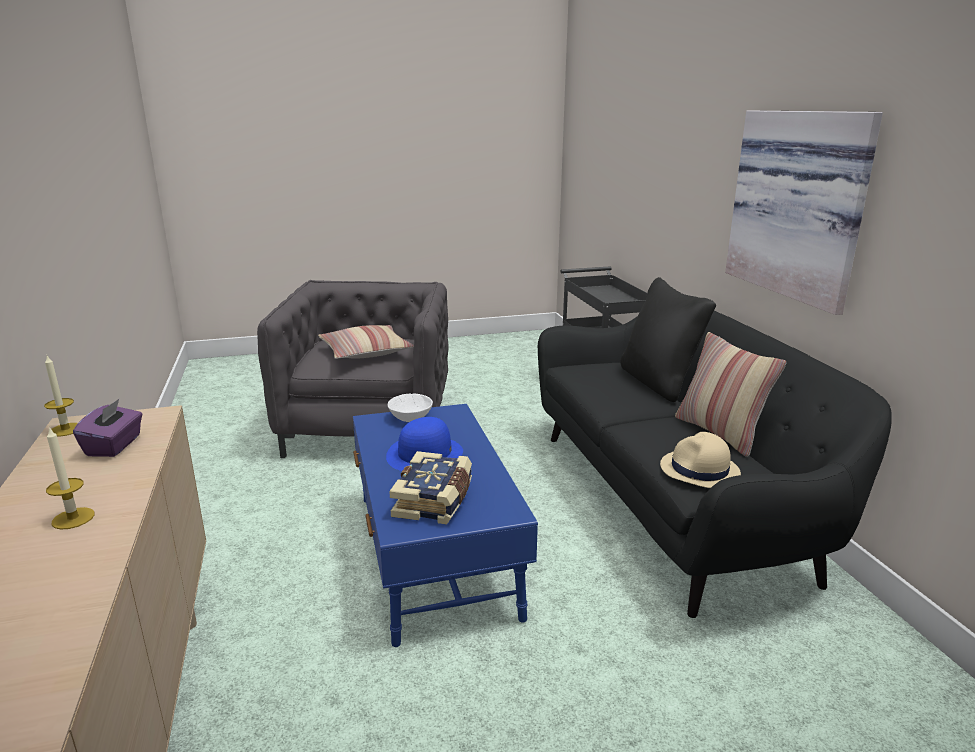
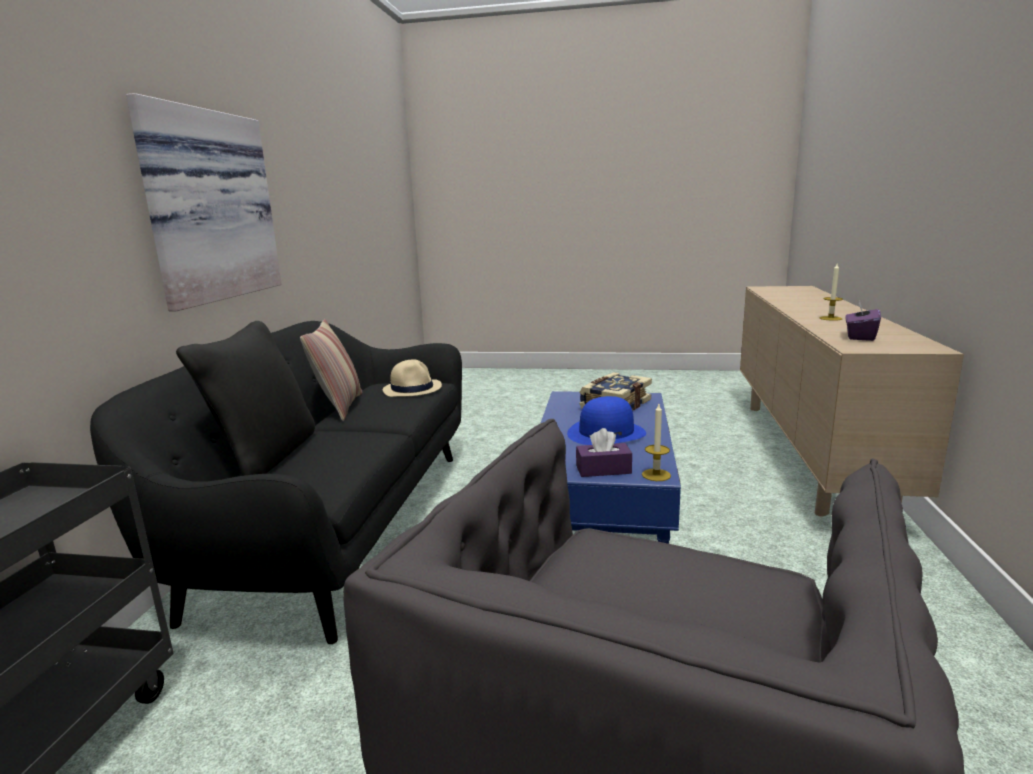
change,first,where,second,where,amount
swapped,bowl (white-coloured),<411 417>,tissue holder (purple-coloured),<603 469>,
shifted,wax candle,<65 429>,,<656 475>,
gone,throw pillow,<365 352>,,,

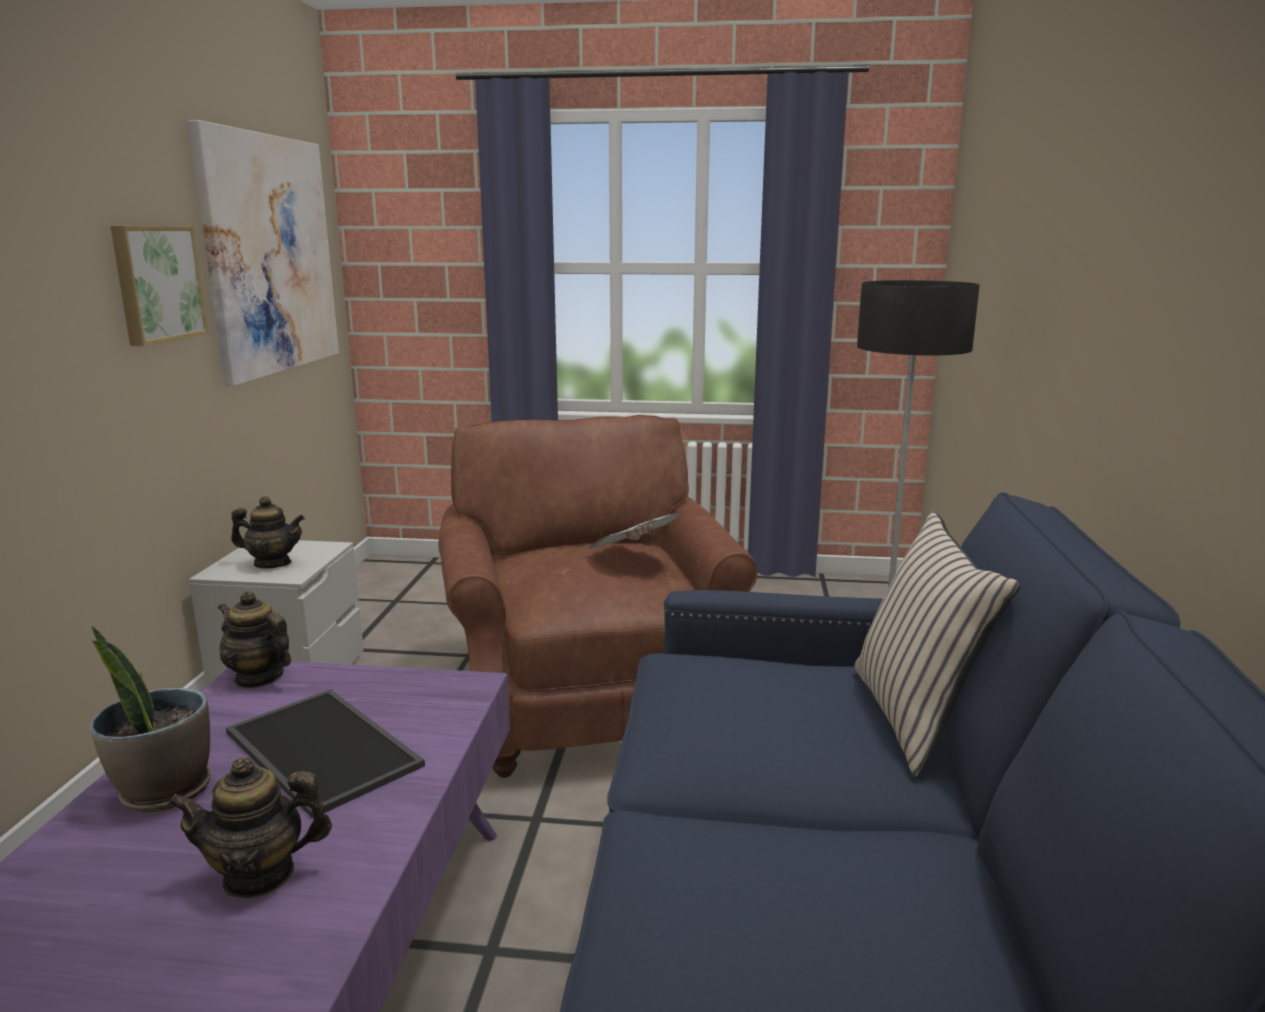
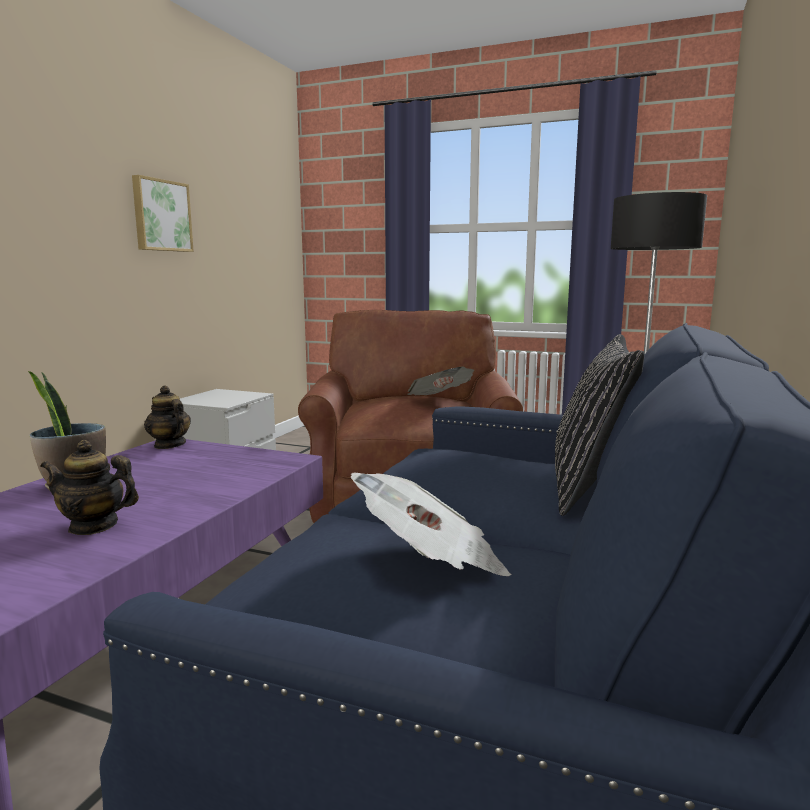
change,first,where,second,where,amount
new,,,daily paper,<432 561>,
repainted,throw pillow (sand-coloured),<916 716>,throw pillow (black),<589 487>,
gone,wall picture,<270 255>,,,
gone,serving tray,<318 749>,,,
gone,tea pot,<272 564>,,,

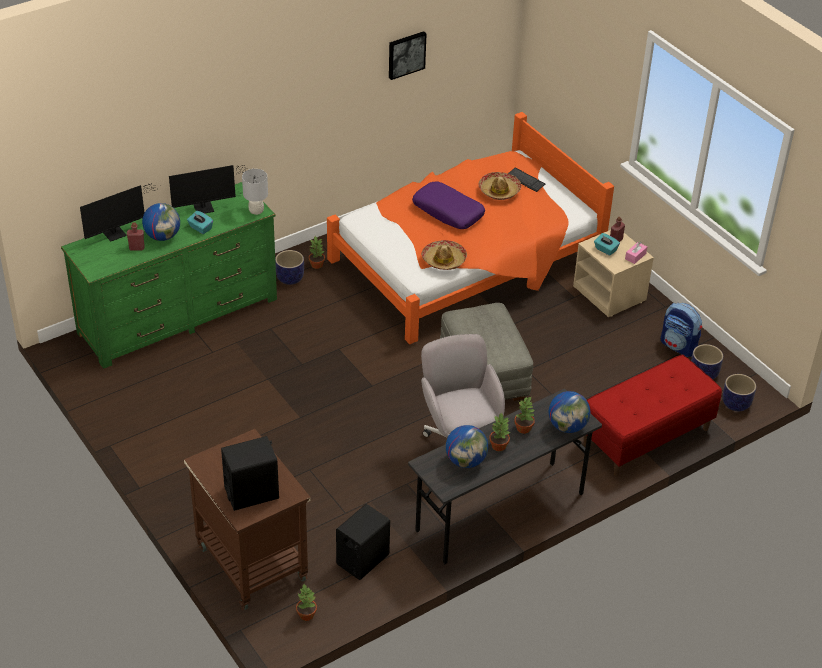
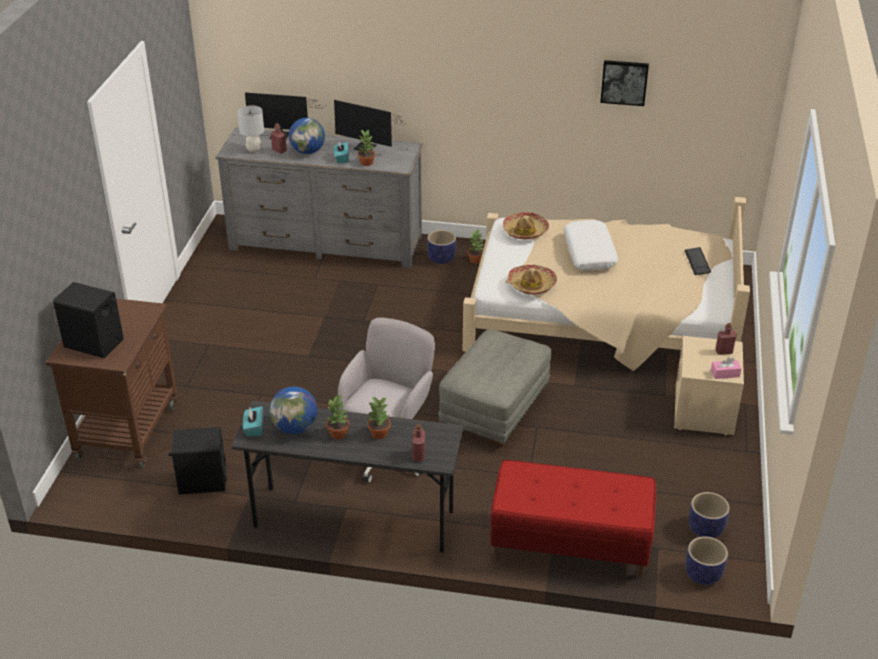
change,first,where,second,where,amount
repainted,drawer chest (green),<178 316>,drawer chest (greyish),<326 243>,
shifted,table lamp (greyish),<257 212>,,<254 150>,
shifted,tissue holder (blue-green),<605 250>,,<254 428>,
shifted,potted plant,<306 614>,,<366 162>,
swapped,desk globe,<567 426>,beverage bottle (reddish),<418 455>,
repainted,sleeping bed (orange-coloured),<464 262>,sleeping bed (sand-coloured),<600 318>,
shifted,hat,<499 190>,,<525 231>,
repainted,throw pillow (purple-coloured),<448 212>,throw pillow (white-coloured),<590 252>,
gone,rucksack,<679 346>,,,

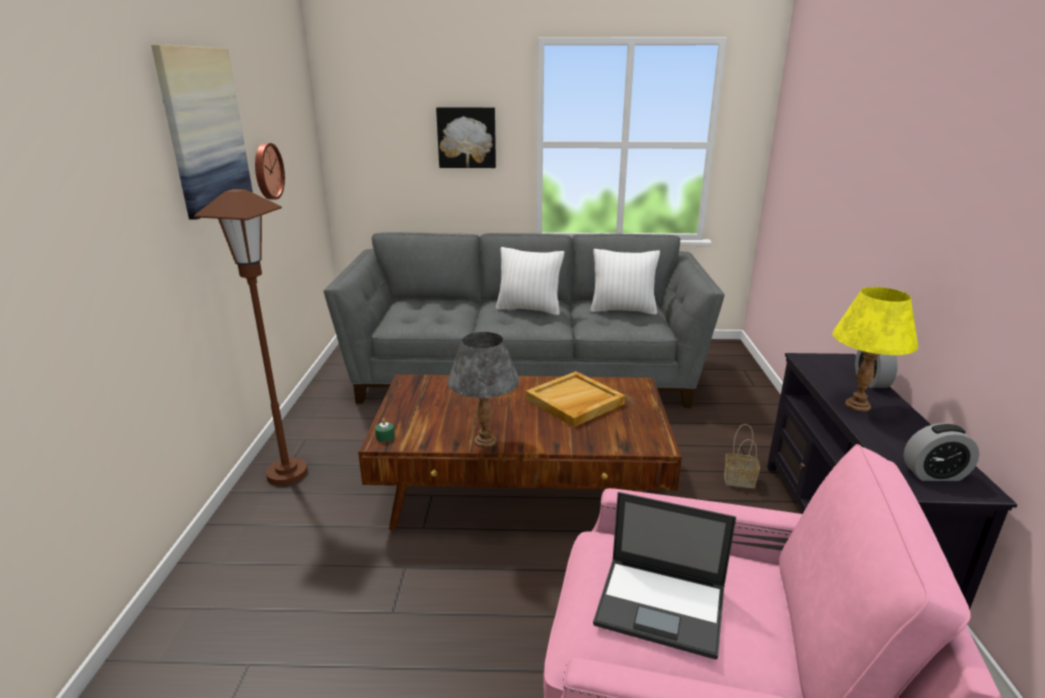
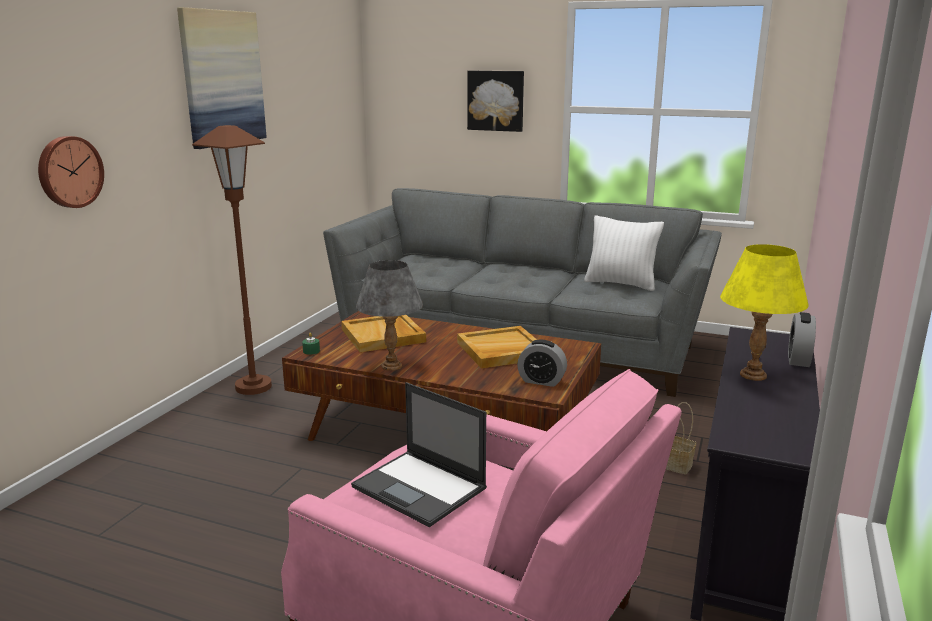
change,first,where,second,where,amount
shifted,clock on the wall,<267 171>,,<69 172>,
new,,,serving tray (sand-coloured),<384 335>,
shifted,alarm clock,<934 474>,,<541 381>,
gone,throw pillow (white-coloured),<529 309>,,,

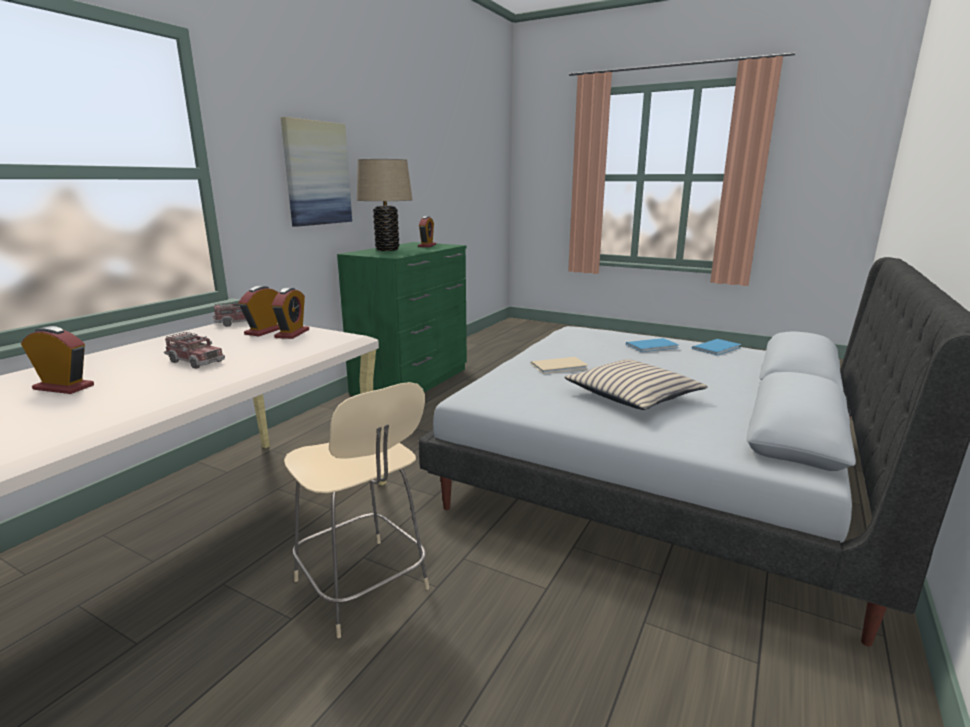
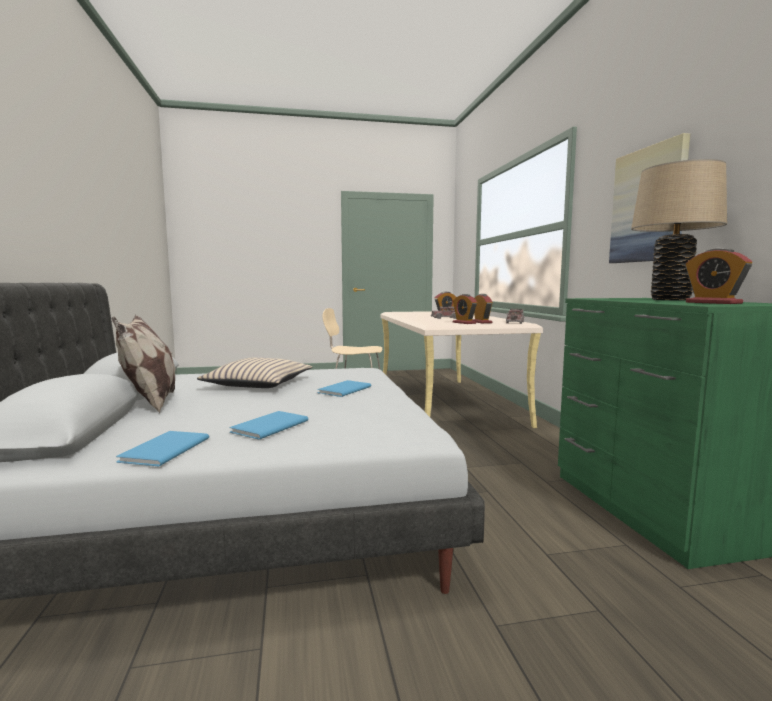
change,first,where,second,where,amount
new,,,throw pillow,<150 403>,
repainted,bound book (sand-coloured),<561 366>,bound book (blue),<342 390>,

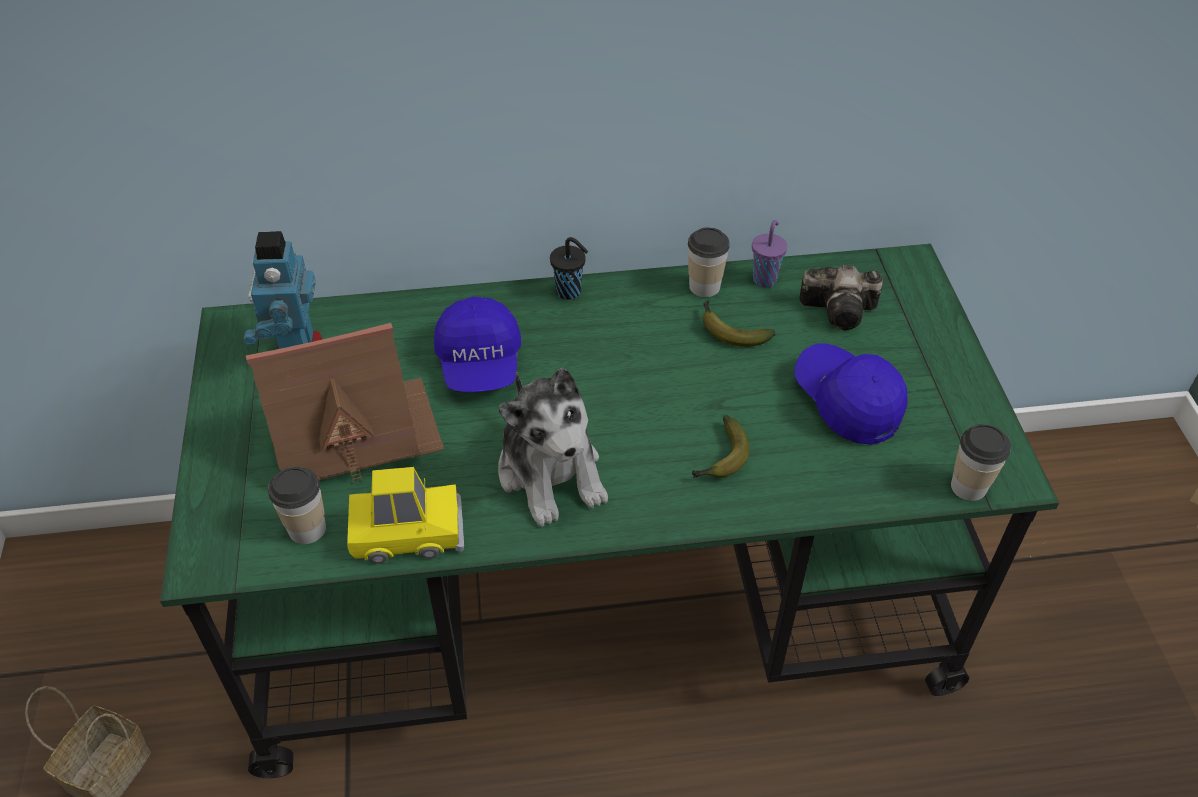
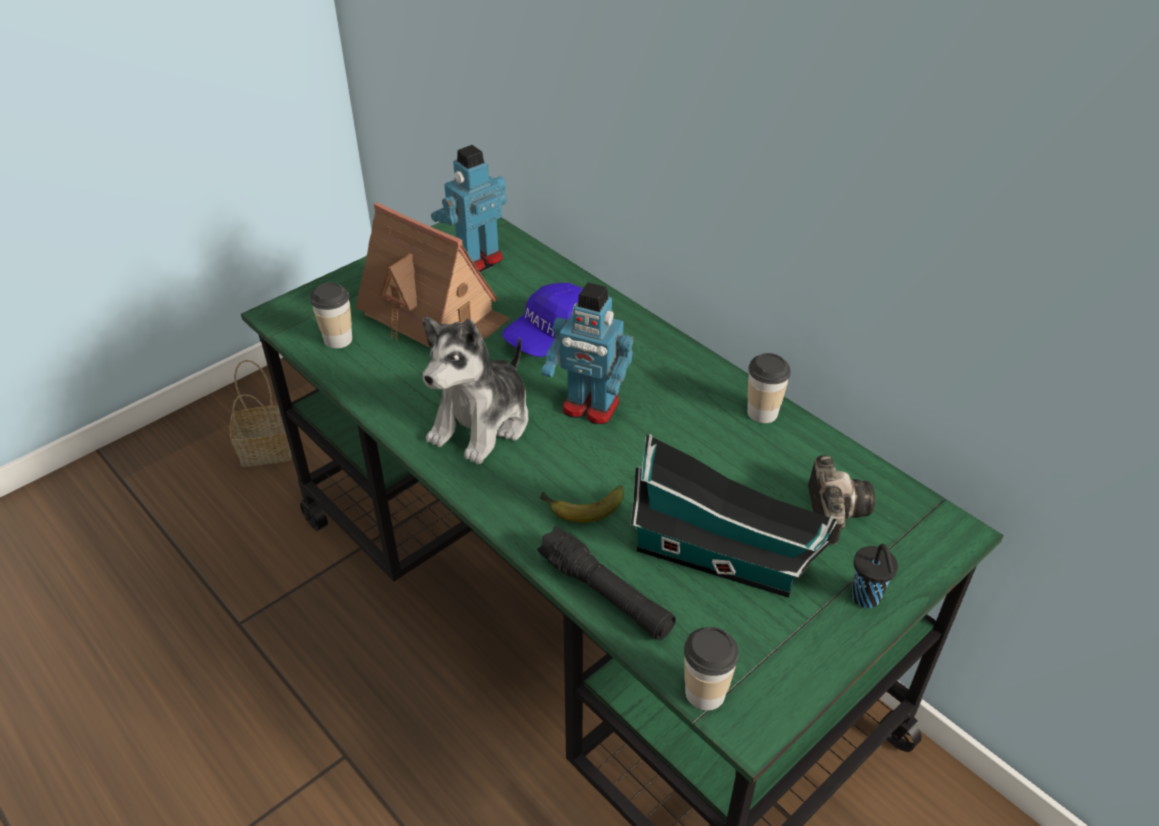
change,first,where,second,where,amount
new,,,torch (black),<606 594>,
new,,,toy robot,<590 407>,
swapped,baseball cap (blue),<846 402>,toy house,<723 560>,
rotated,photo camera,<842 311>,,<833 510>,150 degrees counterclockwise
shifted,cup (black),<570 292>,,<866 598>,
gone,toy car (yellow),<408 532>,,,
gone,banana,<730 331>,,,
gone,cup (purple-coloured),<765 278>,,,

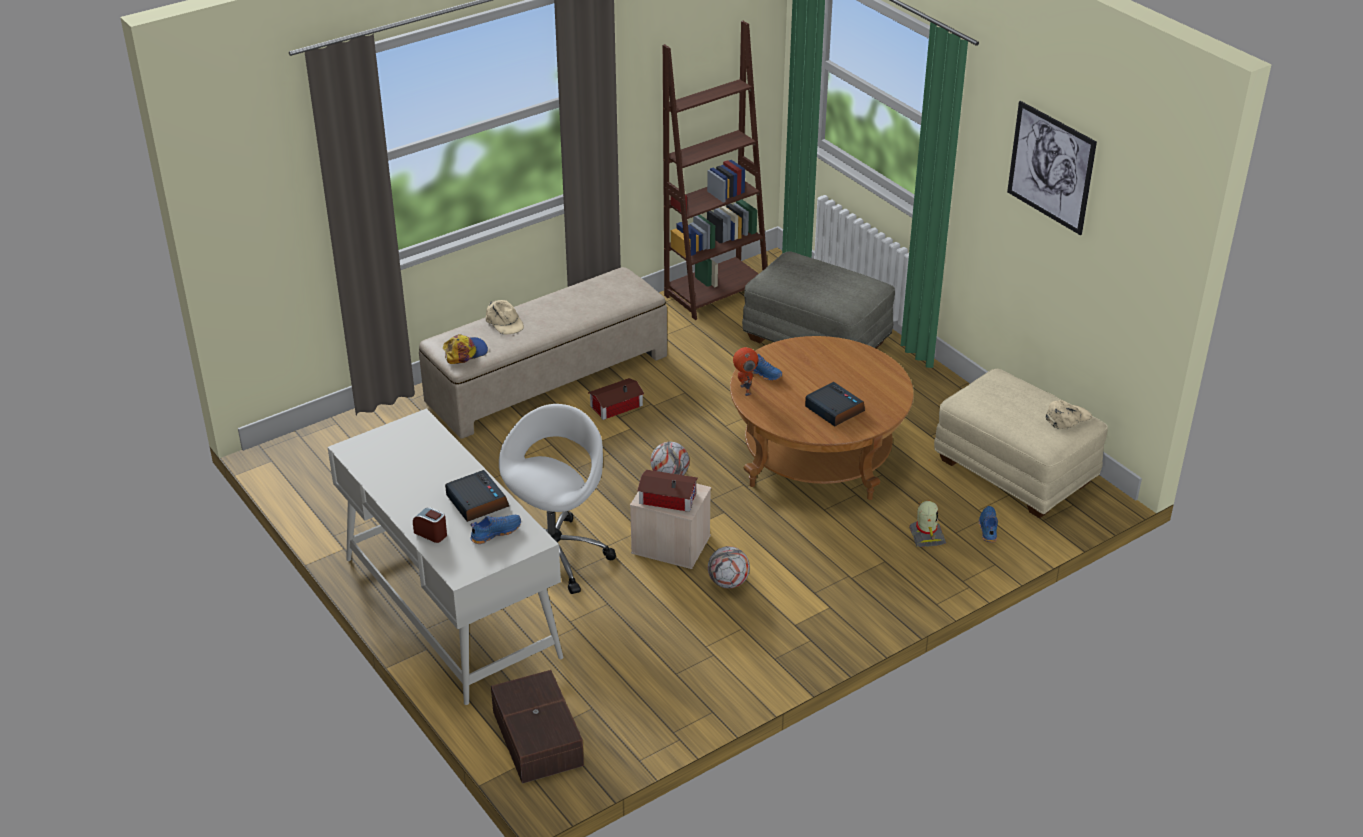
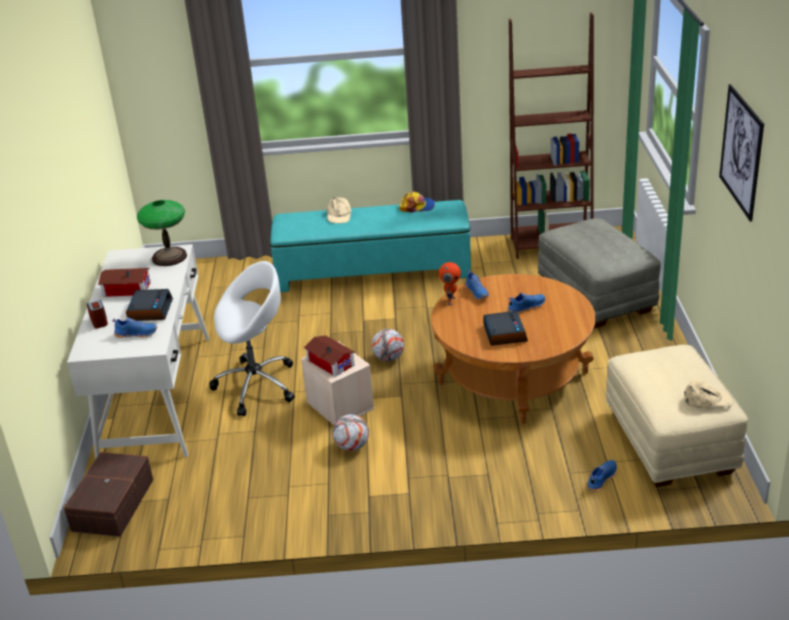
change,first,where,second,where,amount
shifted,toy house,<614 405>,,<126 288>,
new,,,table lamp,<169 257>,
repainted,bench (sand-coloured),<548 377>,bench (blue-green),<374 269>,
shifted,baseball cap,<465 352>,,<417 206>,
new,,,item of footwear (blue),<526 307>,
gone,toy robot,<926 536>,,,

